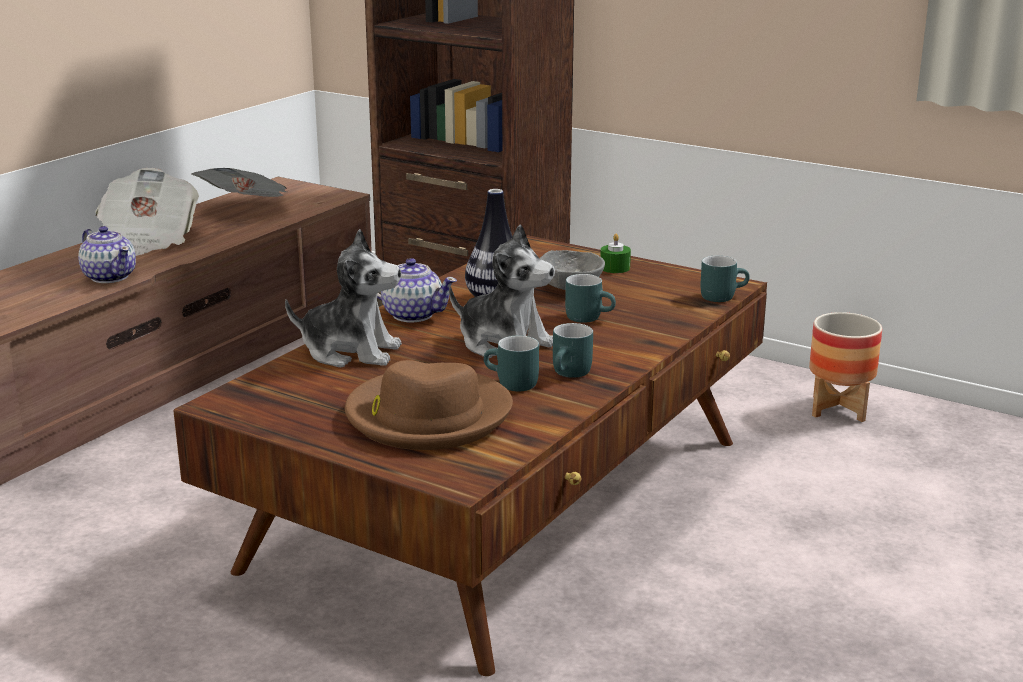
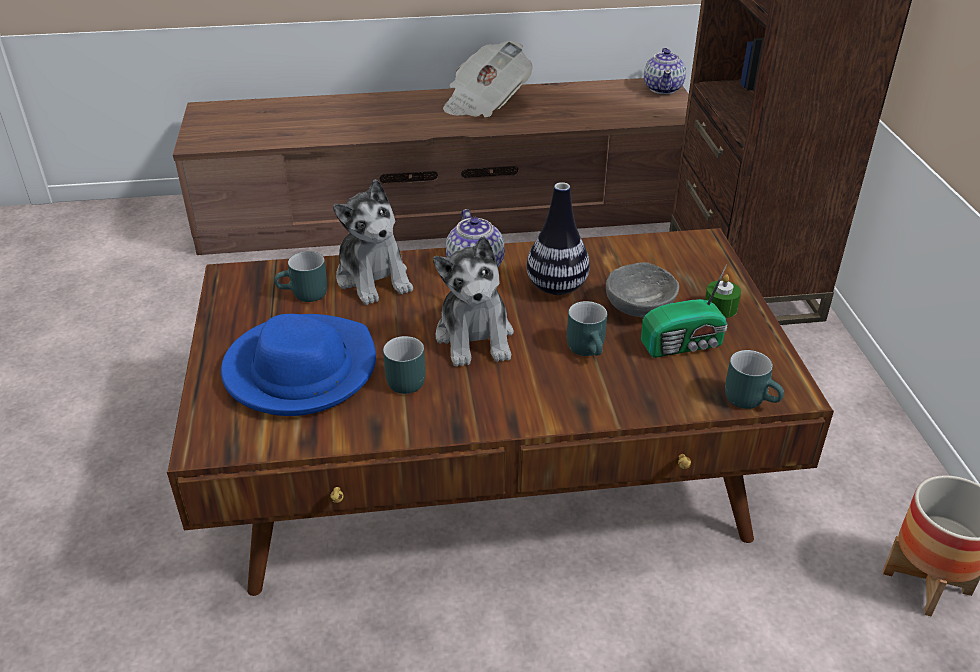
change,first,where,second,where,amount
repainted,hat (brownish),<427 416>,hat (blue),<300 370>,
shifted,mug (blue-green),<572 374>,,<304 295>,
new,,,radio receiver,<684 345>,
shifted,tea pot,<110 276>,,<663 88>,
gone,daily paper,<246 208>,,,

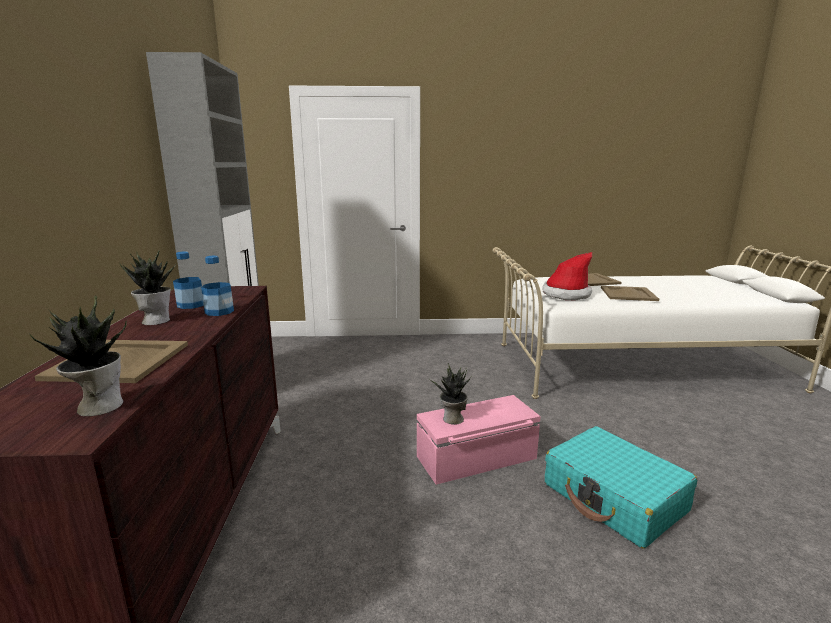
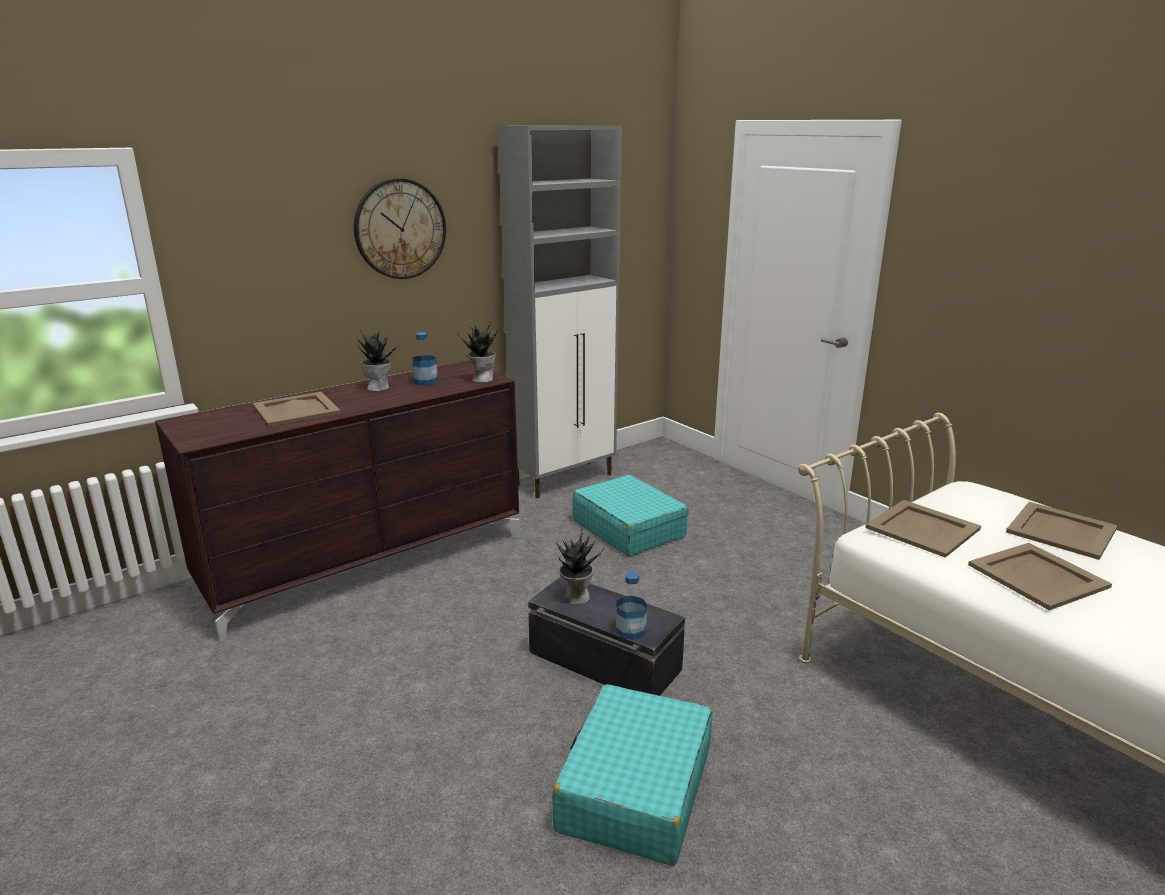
change,first,where,second,where,amount
new,,,clock on the wall,<400 229>,
shifted,potted plant,<99 406>,,<482 379>,
repainted,storage bin (pink),<477 458>,storage bin (black),<603 662>,
new,,,travel case (blue-green),<628 528>,
shifted,beverage bottle,<219 312>,,<630 630>,
swapped,hat,<566 294>,serving tray (sand-coloured),<922 528>,

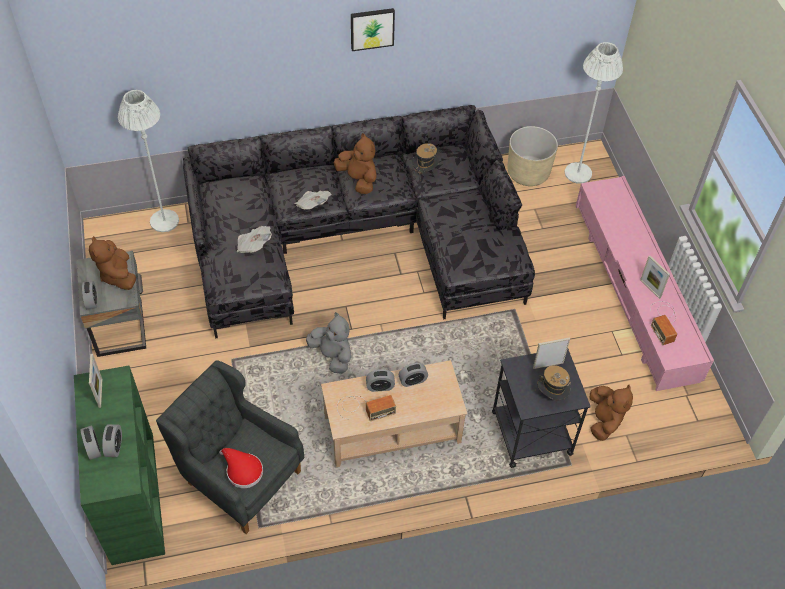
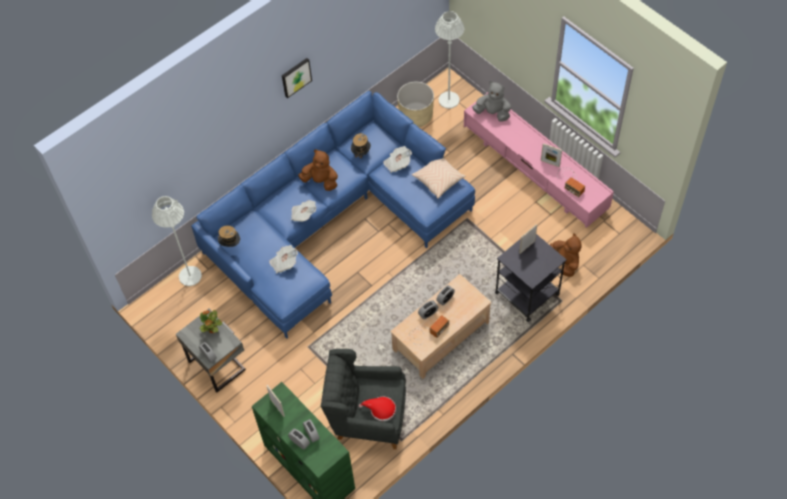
change,first,where,second,where,amount
repainted,sofa (black),<356 238>,sofa (blue),<332 221>,
swapped,cuddly toy (brownish),<117 275>,potted plant,<212 330>,
shifted,hat,<551 395>,,<230 244>,
new,,,daily paper,<397 163>,
new,,,throw pillow (sand-coloured),<438 180>,
shifted,cuddly toy (greyish),<332 355>,,<492 113>,

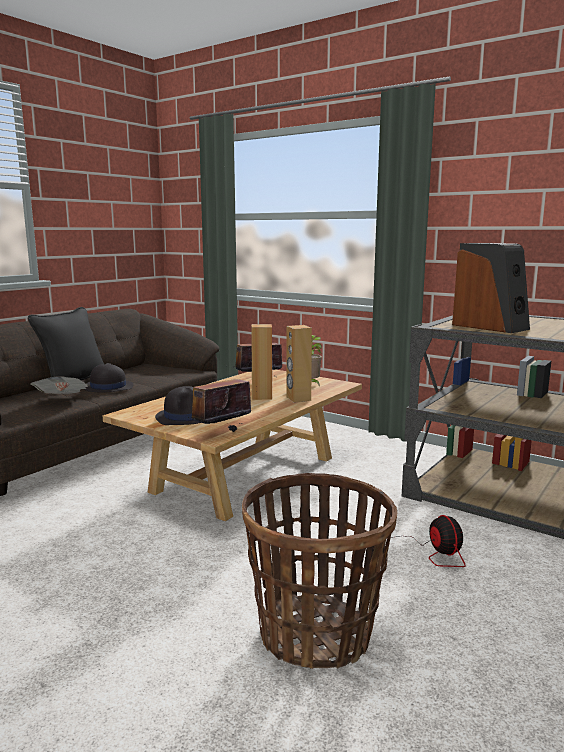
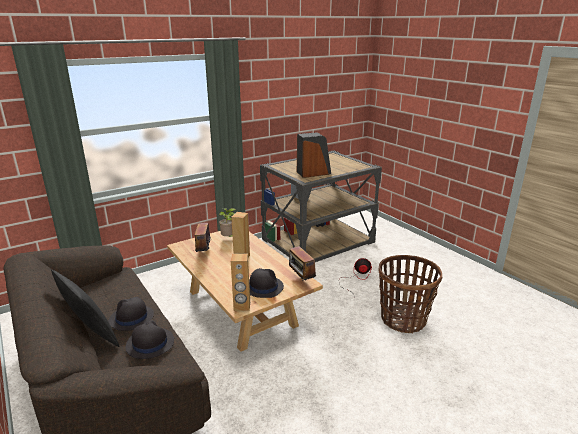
change,first,where,second,where,amount
swapped,daily paper,<62 400>,hat (black),<149 343>,
shifted,loudspeaker (brownish),<298 399>,,<242 306>,

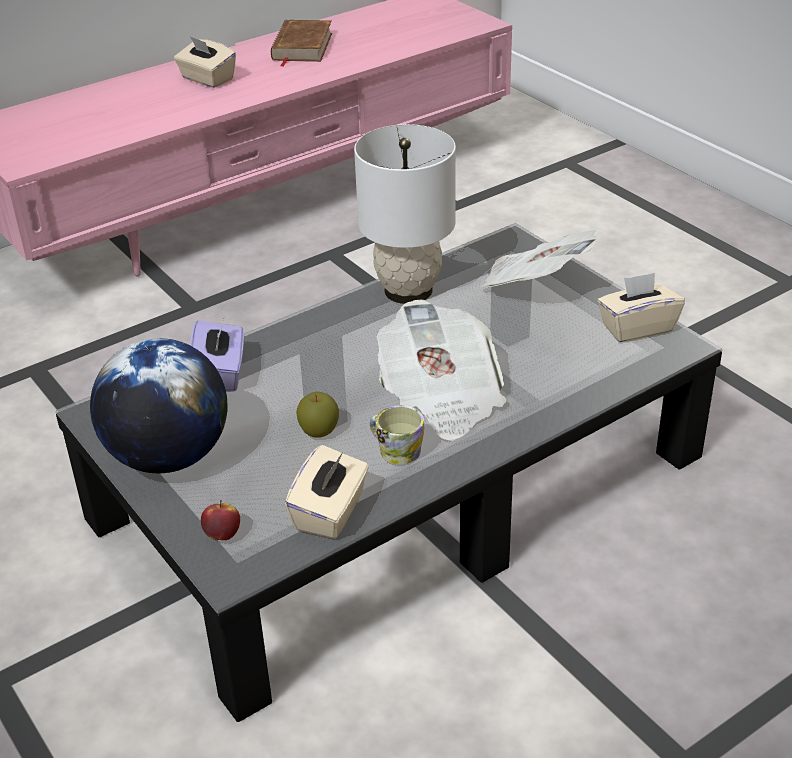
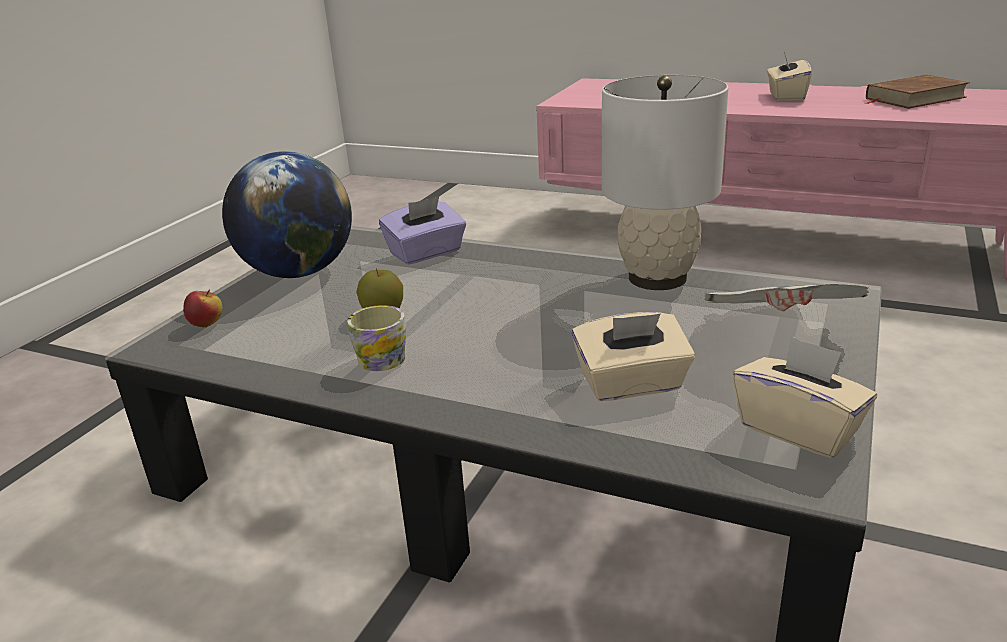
change,first,where,second,where,amount
shifted,tissue holder (sand-coloured),<330 513>,,<632 384>,
gone,daily paper,<441 398>,,,

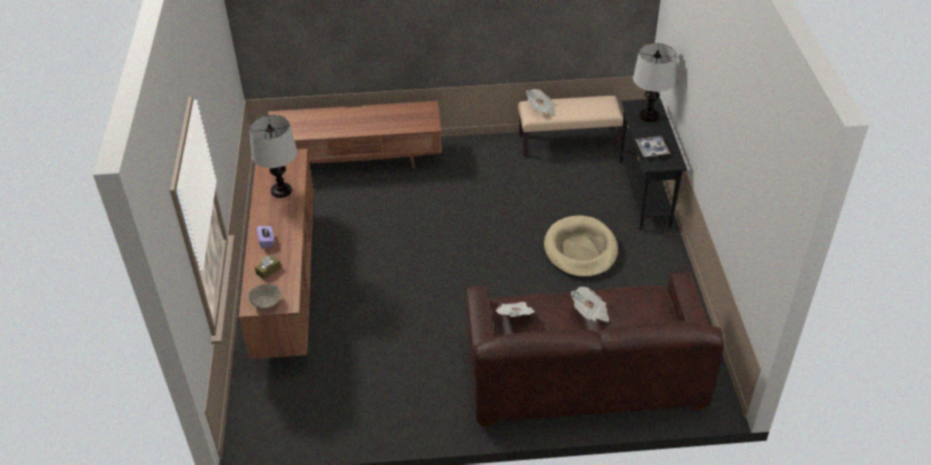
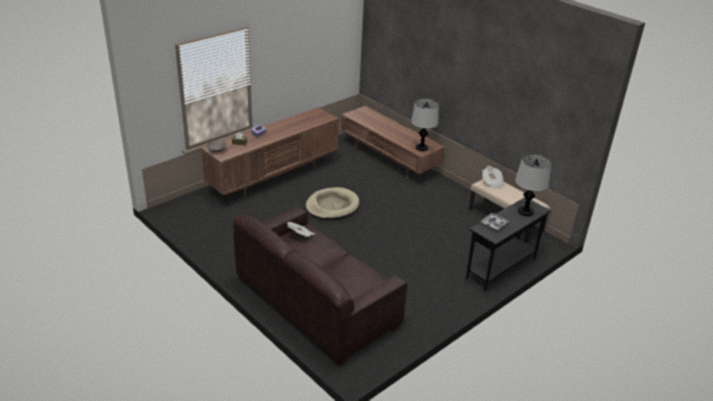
change,first,where,second,where,amount
shifted,pet bed (sand-coloured),<580 250>,,<332 206>,
shifted,table lamp,<281 190>,,<421 148>,
gone,daily paper,<590 312>,,,

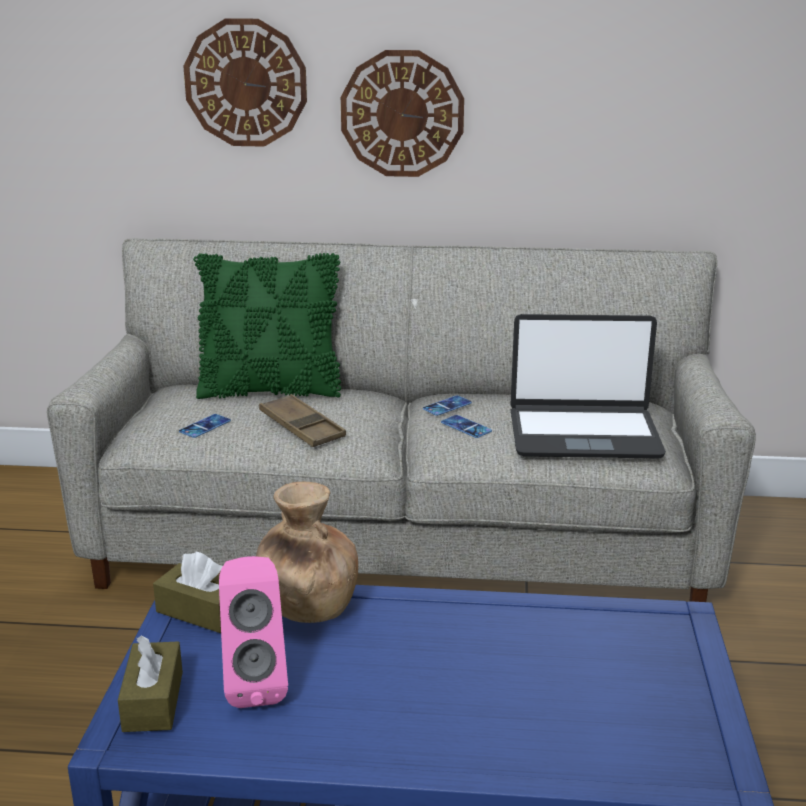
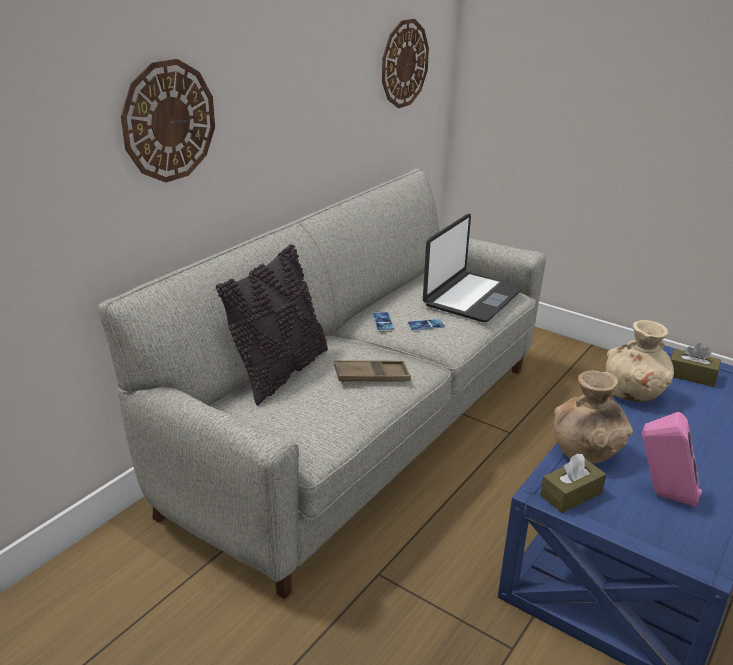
change,first,where,second,where,amount
repainted,throw pillow (green),<271 390>,throw pillow (black),<279 372>,
shifted,clock on the wall,<402 114>,,<404 63>,
new,,,decorative vase (sand-coloured),<634 393>,
shifted,tissue holder (brownish),<153 701>,,<691 375>,
gone,phone,<205 426>,,,

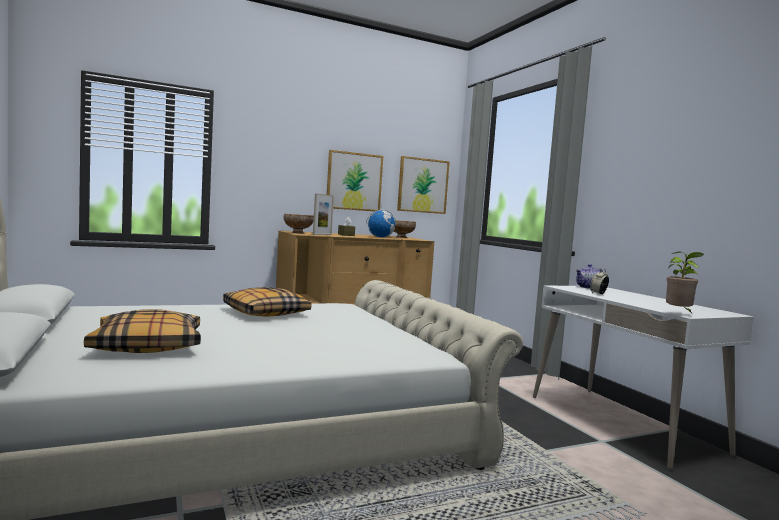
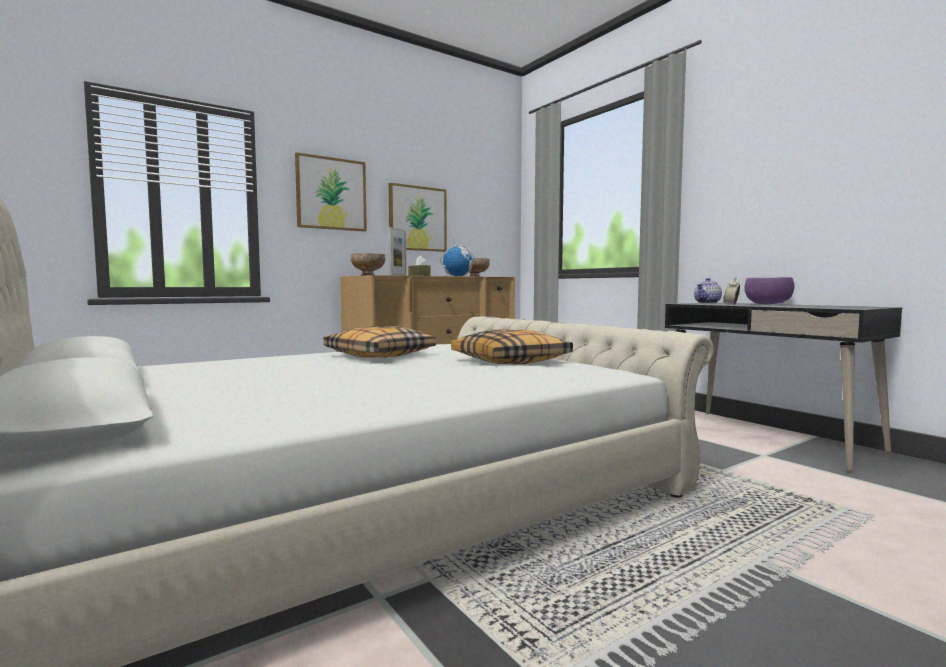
change,first,where,second,where,amount
shifted,wall picture,<422 185>,,<331 194>,
shifted,throw pillow,<147 346>,,<511 361>,
repainted,desk table (white-coloured),<622 423>,desk table (black),<766 437>,
new,,,bowl (purple-coloured),<768 304>,
gone,potted plant,<679 314>,,,

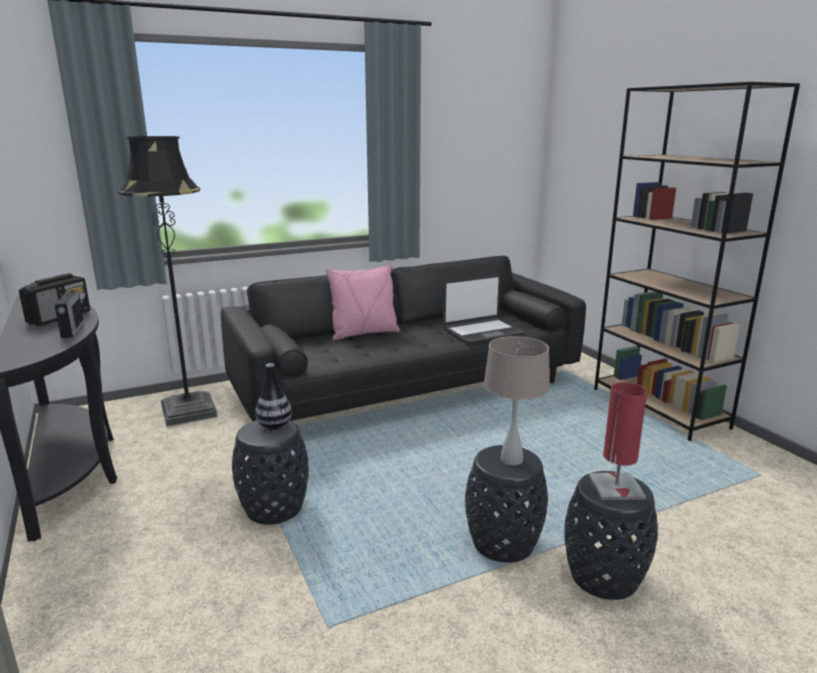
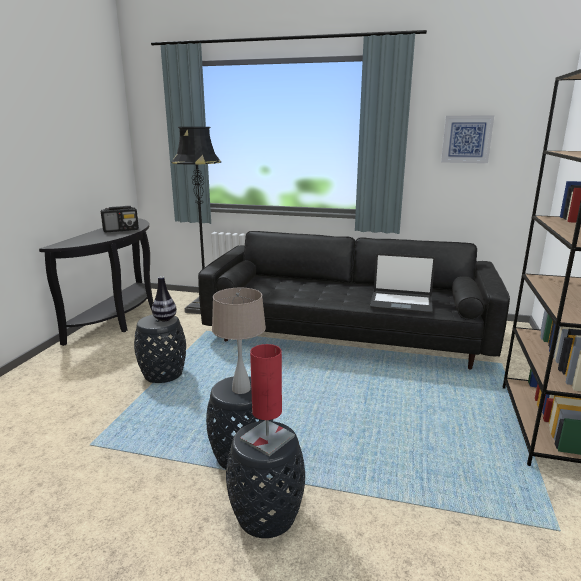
change,first,where,second,where,amount
new,,,wall picture,<466 139>,
gone,radio receiver,<72 330>,,,
gone,throw pillow (pink),<364 333>,,,

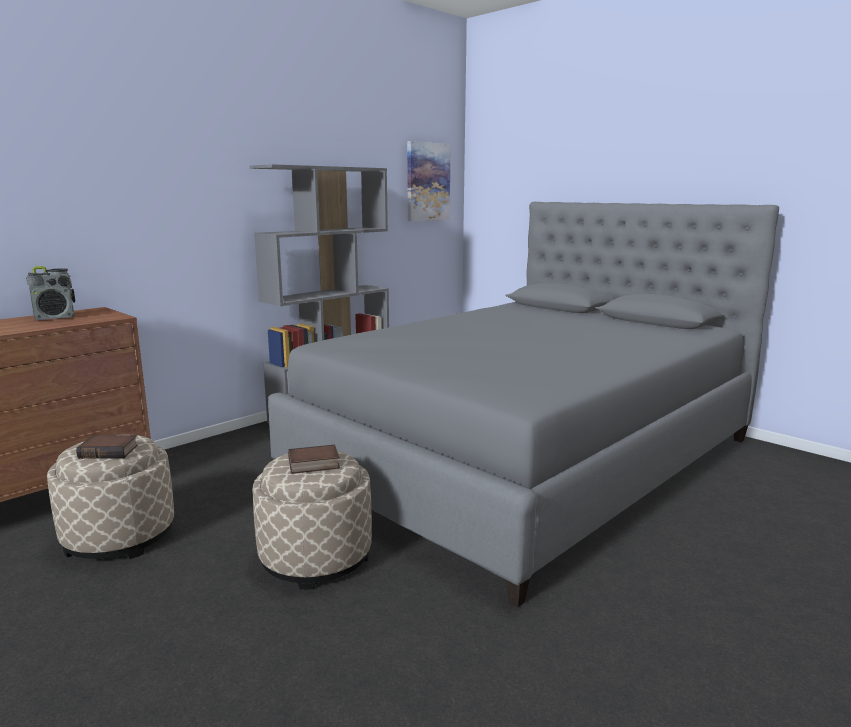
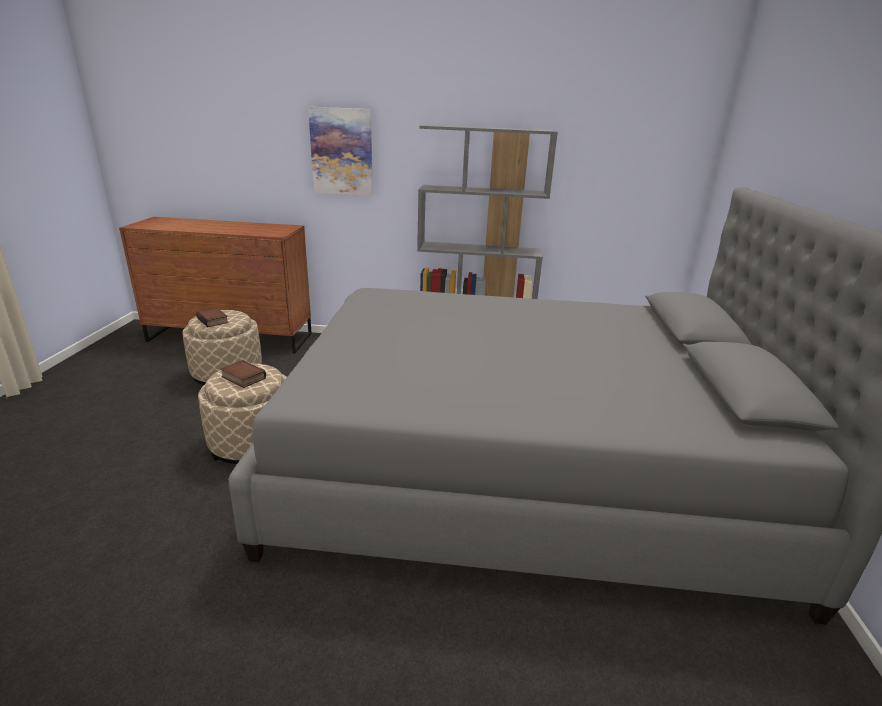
change,first,where,second,where,amount
shifted,wall picture,<427 182>,,<342 152>,
gone,radio receiver,<55 318>,,,

